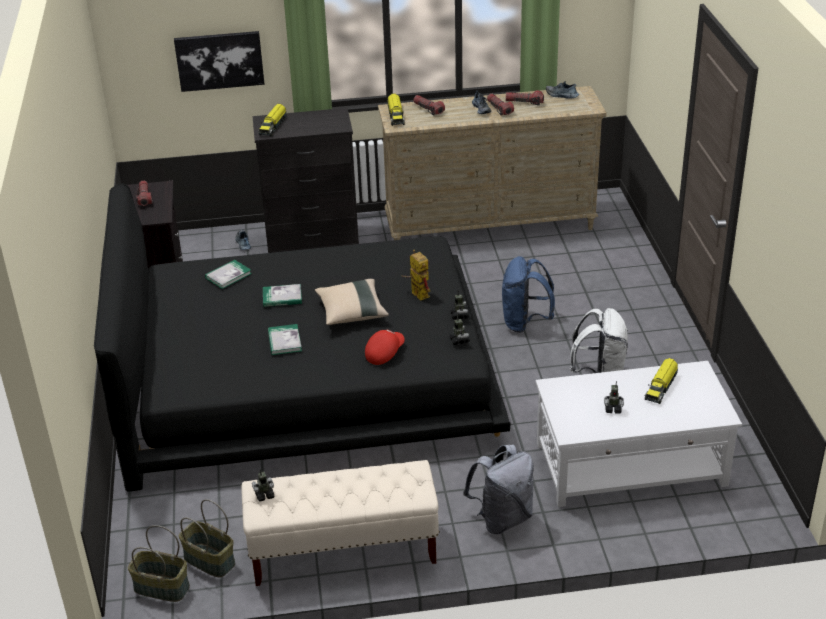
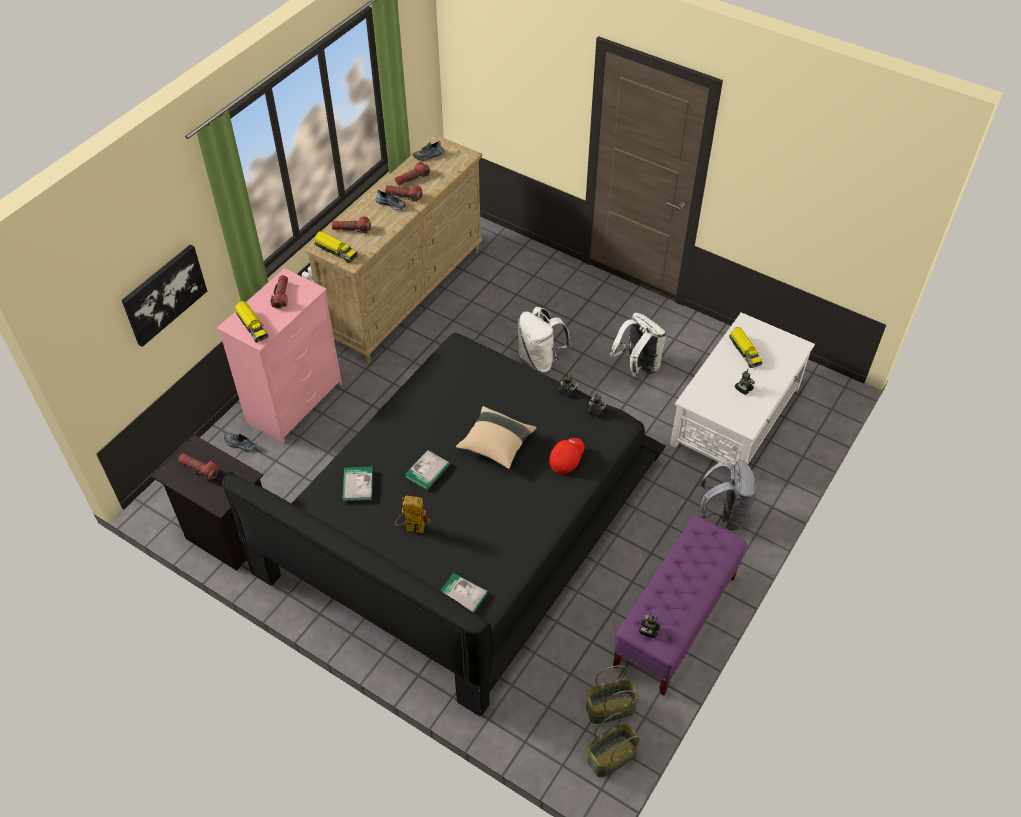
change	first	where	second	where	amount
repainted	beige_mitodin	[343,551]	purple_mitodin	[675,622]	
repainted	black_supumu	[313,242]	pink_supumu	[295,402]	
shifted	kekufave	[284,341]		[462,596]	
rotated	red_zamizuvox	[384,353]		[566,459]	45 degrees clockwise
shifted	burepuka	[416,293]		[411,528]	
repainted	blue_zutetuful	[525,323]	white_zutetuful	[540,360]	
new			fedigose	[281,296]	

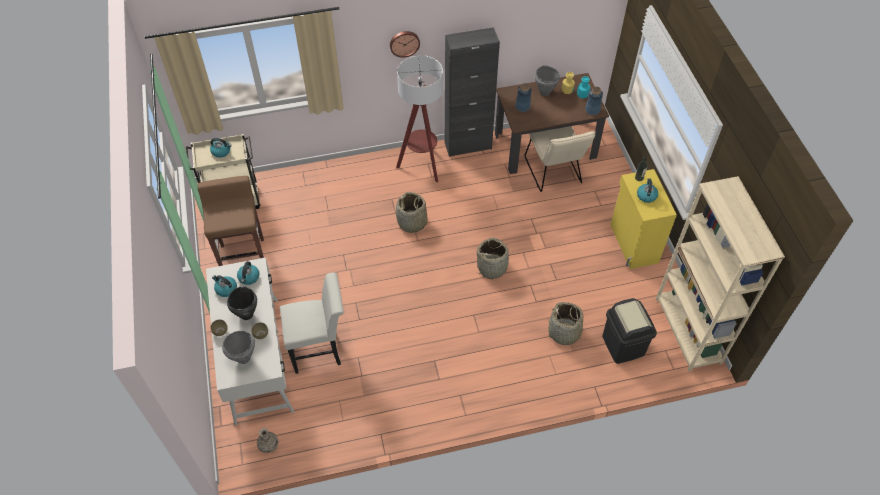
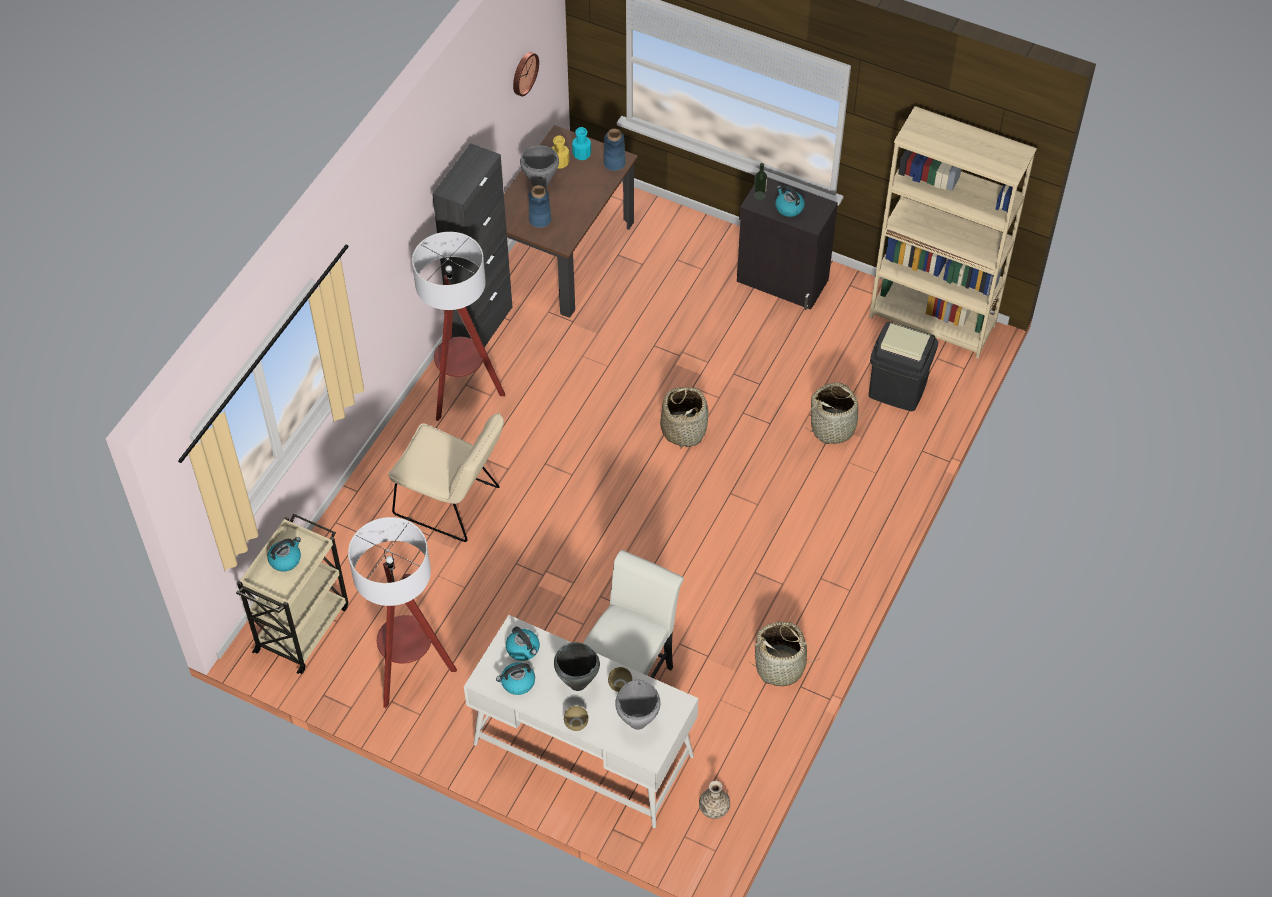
change	first	where	second	where	amount
swapped	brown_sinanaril	[244,256]	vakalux	[410,671]	
shifted	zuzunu	[404,43]		[523,73]	
shifted	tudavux	[412,222]		[780,667]	
shifted	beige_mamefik	[554,173]		[453,504]	
repainted	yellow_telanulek	[633,244]	black_telanulek	[782,281]	

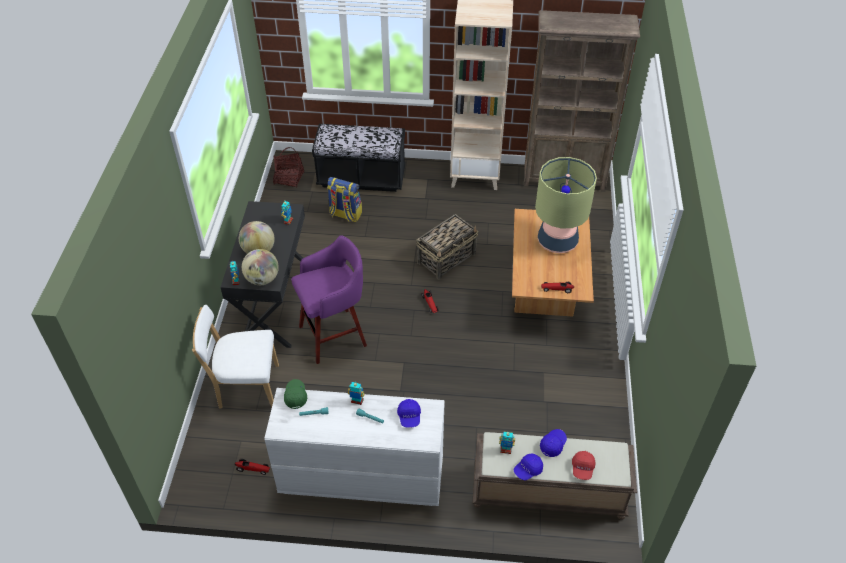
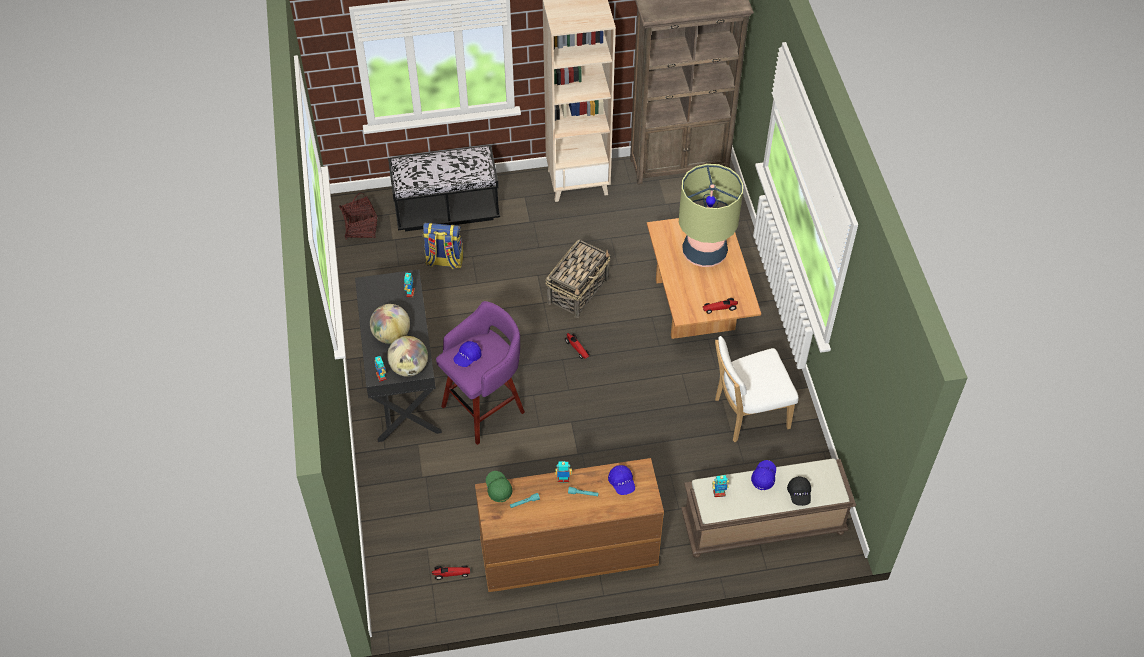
change	first	where	second	where	amount
shifted	white_mamefik	[245,386]		[747,414]	
repainted	white_supumu	[360,476]	brown_supumu	[567,554]	
shifted	blue_zamizuvox	[528,470]		[467,358]	
repainted	red_zamizuvox	[582,468]	black_zamizuvox	[799,494]	

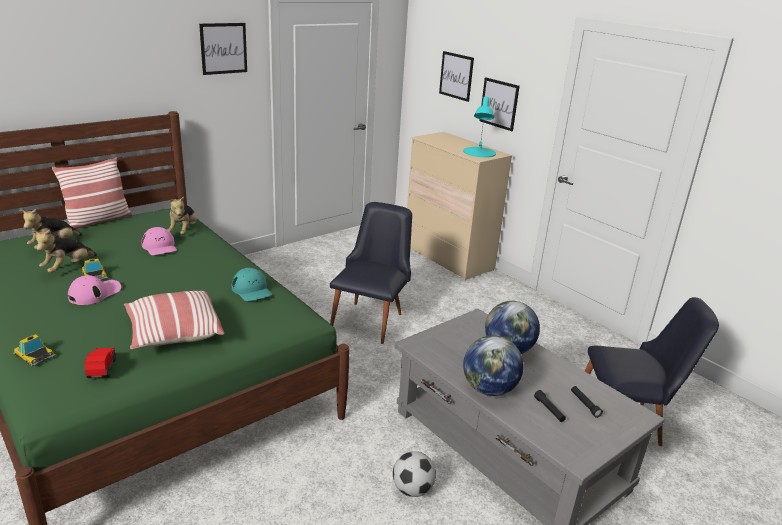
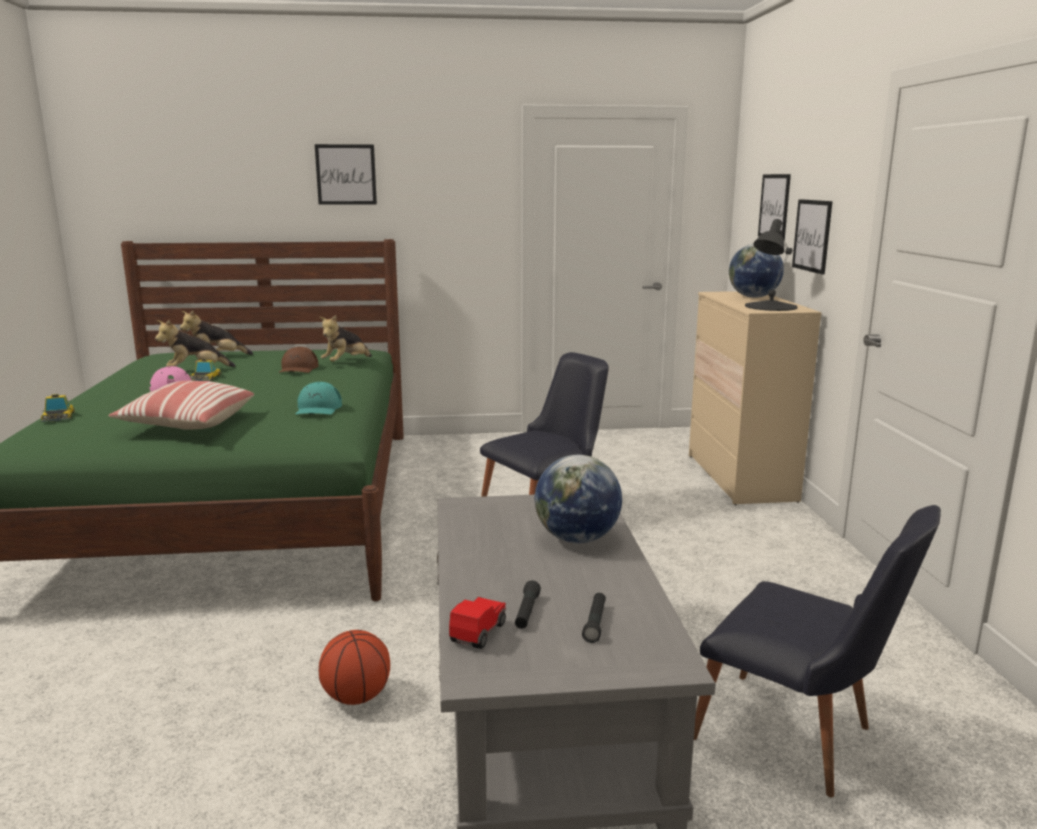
change	first	where	second	where	amount
gone	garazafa	[98,220]			
shifted	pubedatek	[102,369]		[478,633]	
repainted	pink_zamizuvox	[160,247]	brown_zamizuvox	[298,368]	
shifted	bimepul	[223,48]		[346,174]	
swapped	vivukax	[412,489]	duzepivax	[357,697]	
repainted	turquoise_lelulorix	[479,152]	black_lelulorix	[770,306]	
shifted	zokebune	[489,389]		[753,297]	

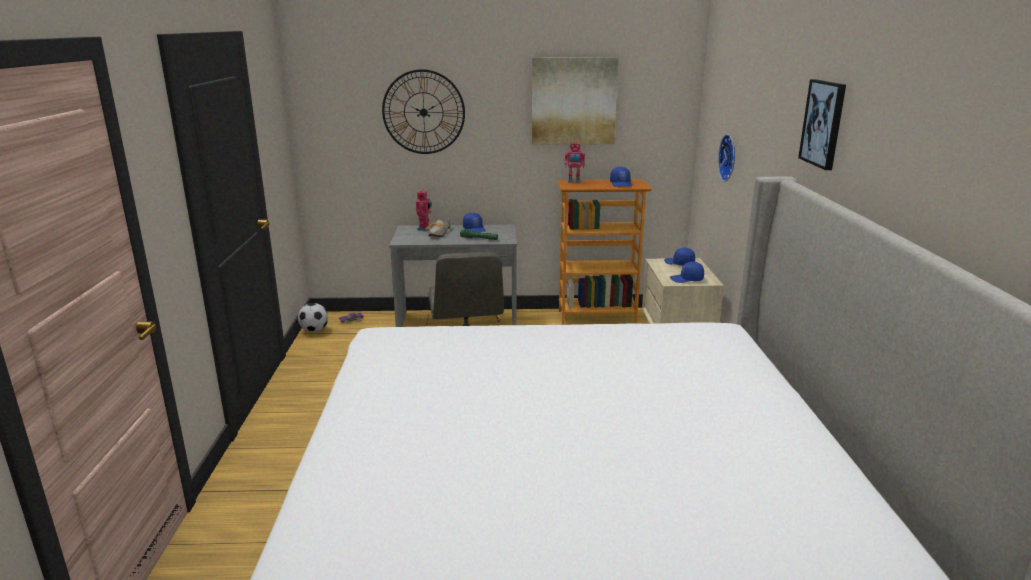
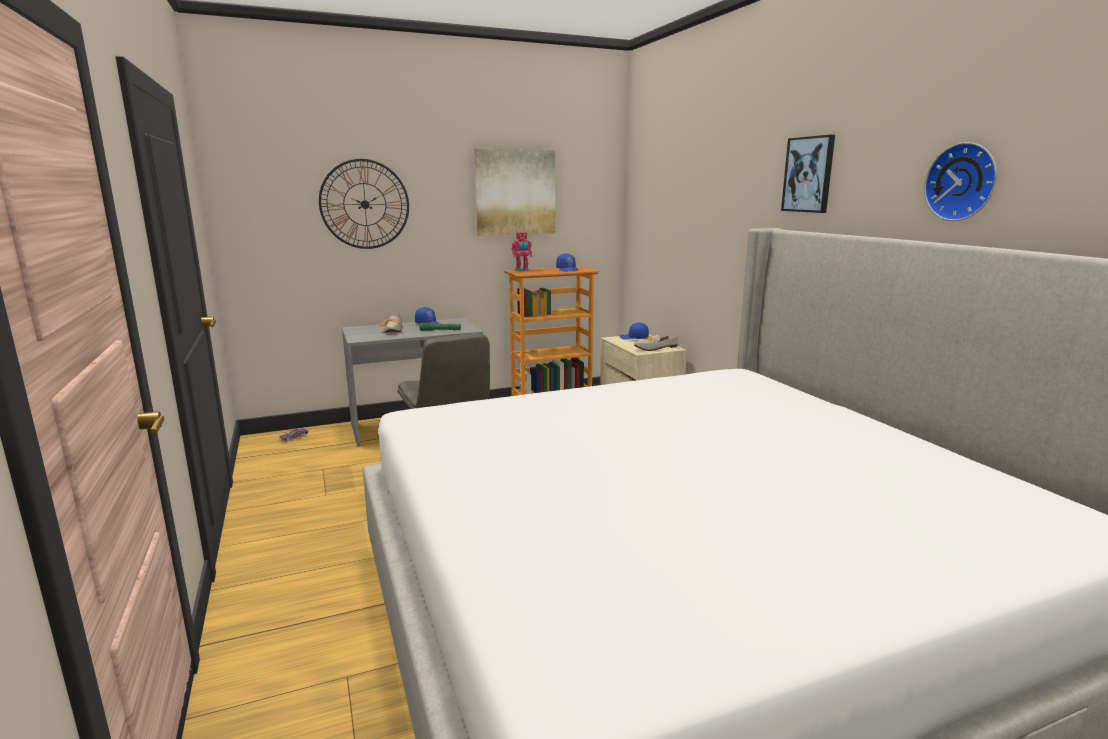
change	first	where	second	where	amount
gone	vivukax	[314,330]			
gone	burepuka	[424,228]			
swapped	blue_zamizuvox	[686,279]	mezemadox	[652,348]	
shifted	zuzunu	[729,158]		[963,182]	

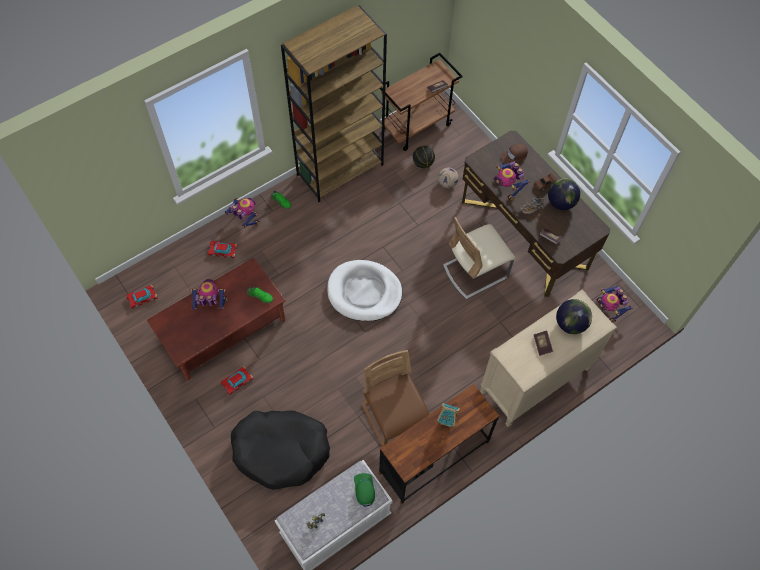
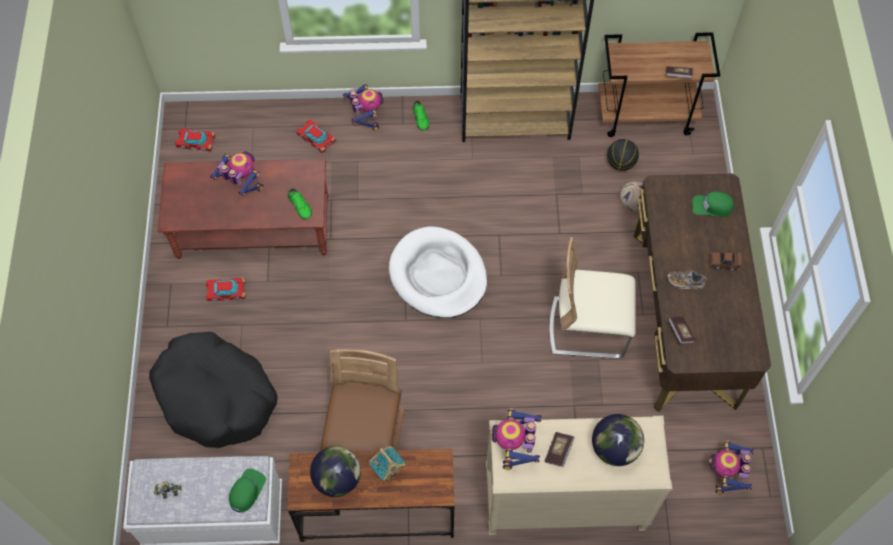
change	first	where	second	where	amount
shifted	burepuka	[507,187]		[515,447]	
repainted	brown_zamizuvox	[514,155]	green_zamizuvox	[712,206]	
shifted	zokebune	[561,202]		[338,478]	

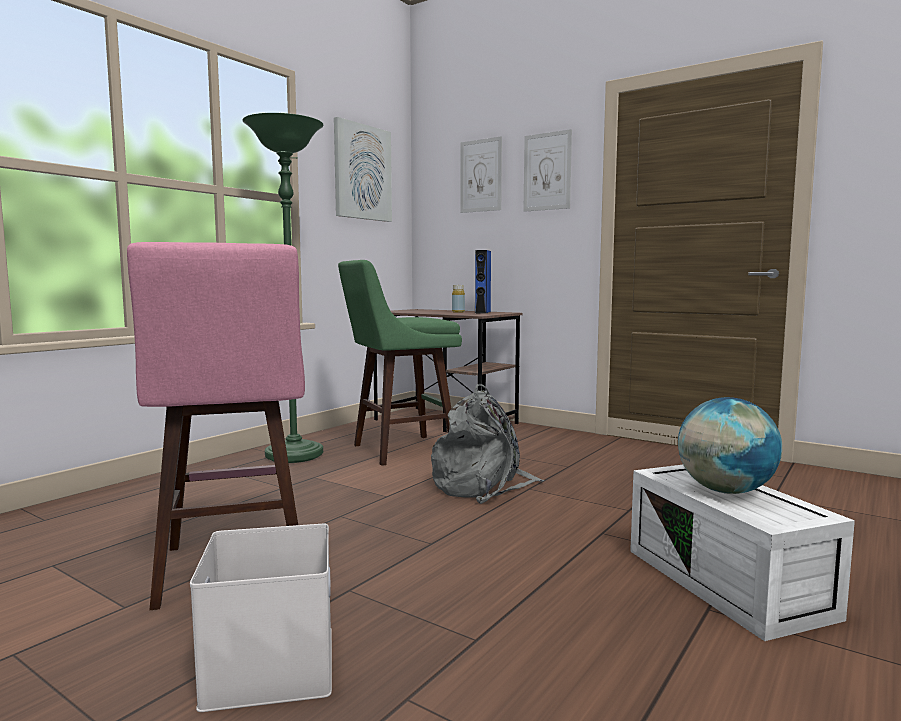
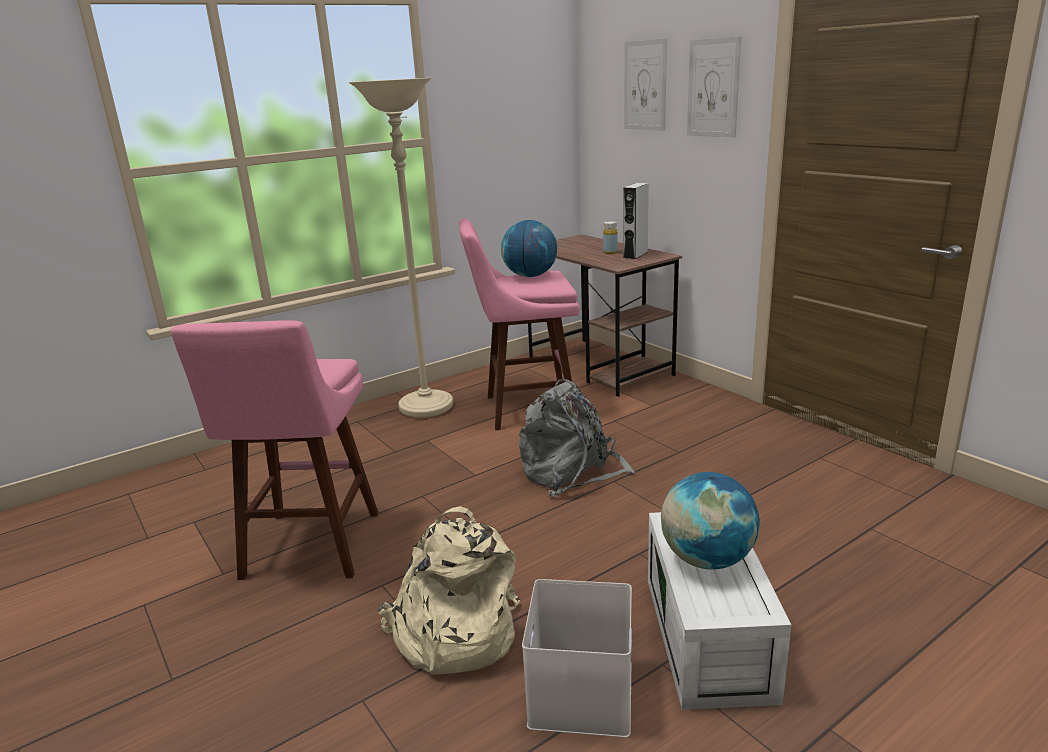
change	first	where	second	where	amount
shifted	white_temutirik	[268,664]		[579,691]	
repainted	green_vakalux	[294,455]	beige_vakalux	[426,407]	
gone	bimepul	[362,172]			
repainted	green_sinanaril	[399,450]	pink_sinanaril	[525,409]	
repainted	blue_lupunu	[482,312]	grey_lupunu	[635,255]	
new			beige_zutetuful	[453,633]	
new			zokebune	[530,276]	

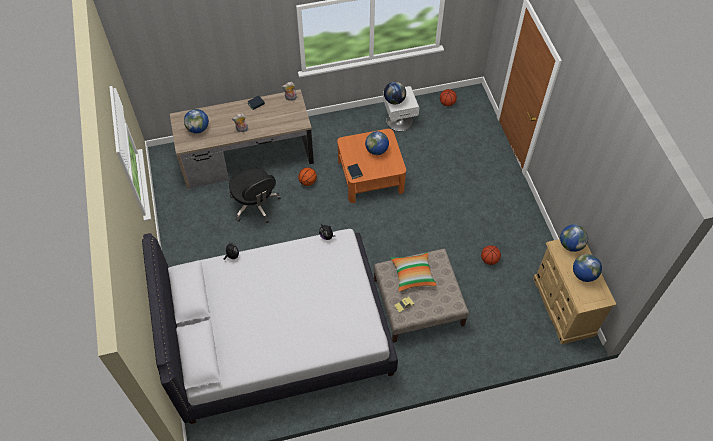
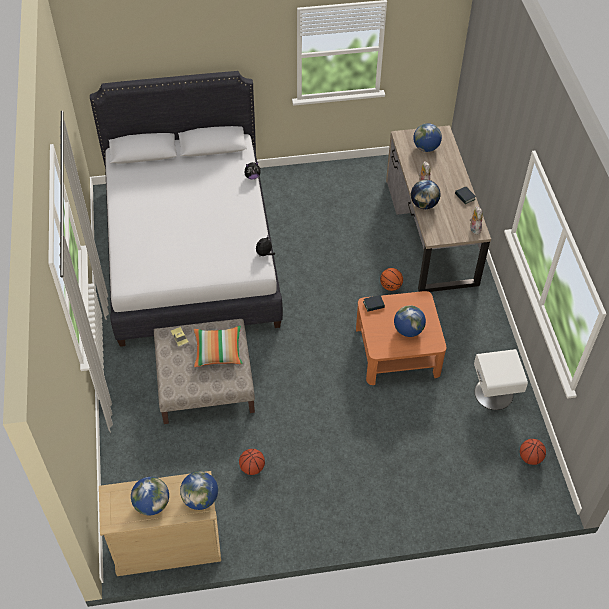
change	first	where	second	where	amount
gone	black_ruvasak	[255,205]			
shifted	zokebune	[394,100]		[424,204]	

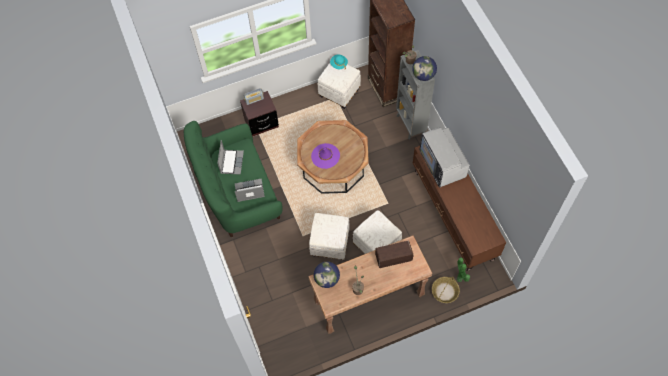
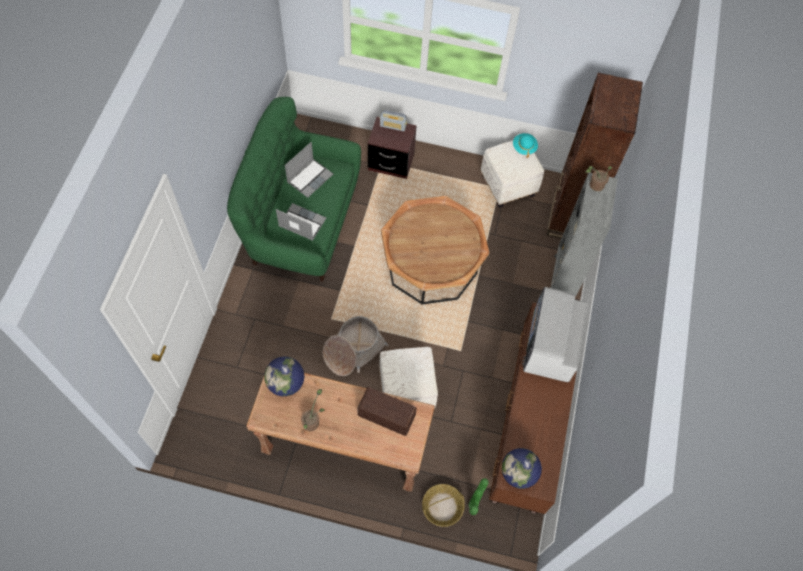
change	first	where	second	where	amount
swapped	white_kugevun	[329,244]	tudavux	[353,350]	
gone	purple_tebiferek	[325,156]			
shifted	zokebune	[423,75]		[518,473]	

